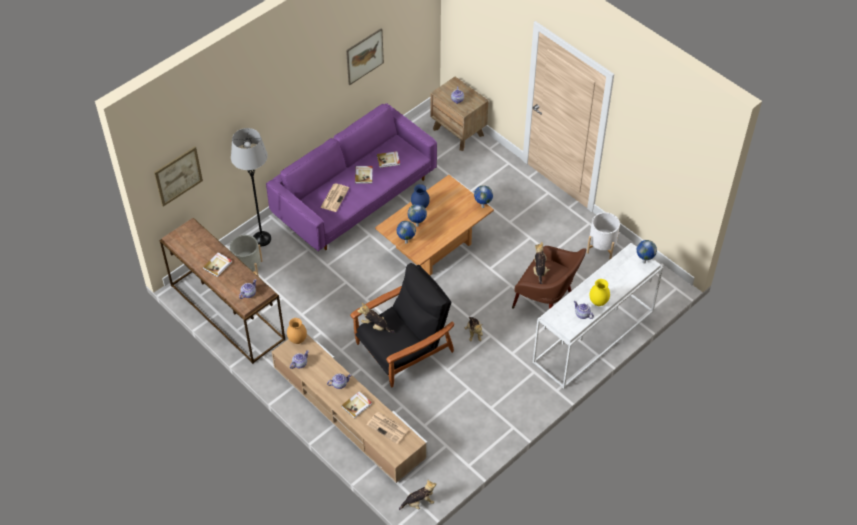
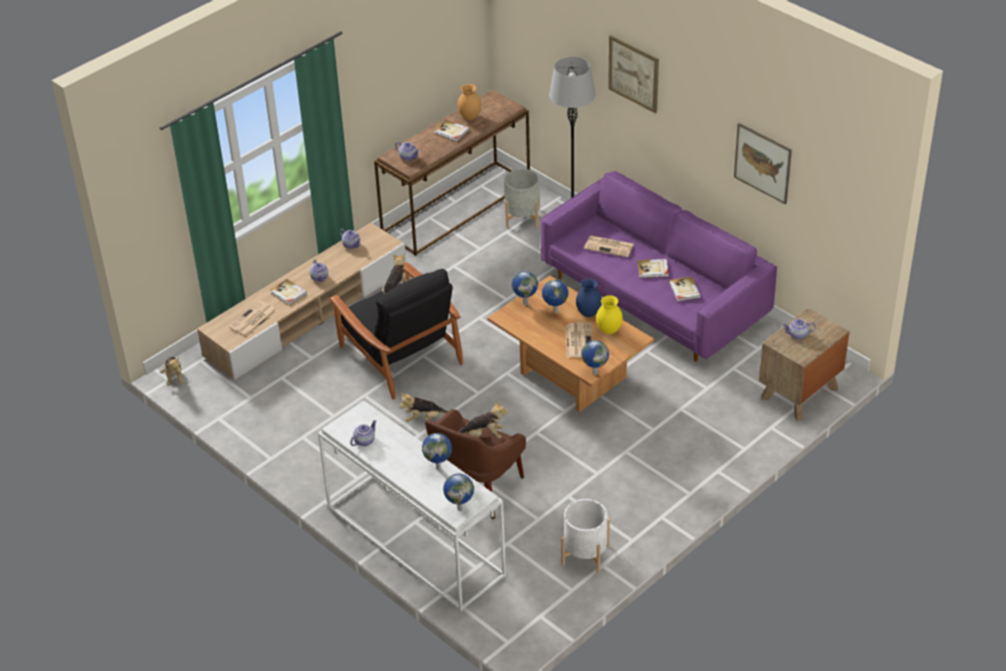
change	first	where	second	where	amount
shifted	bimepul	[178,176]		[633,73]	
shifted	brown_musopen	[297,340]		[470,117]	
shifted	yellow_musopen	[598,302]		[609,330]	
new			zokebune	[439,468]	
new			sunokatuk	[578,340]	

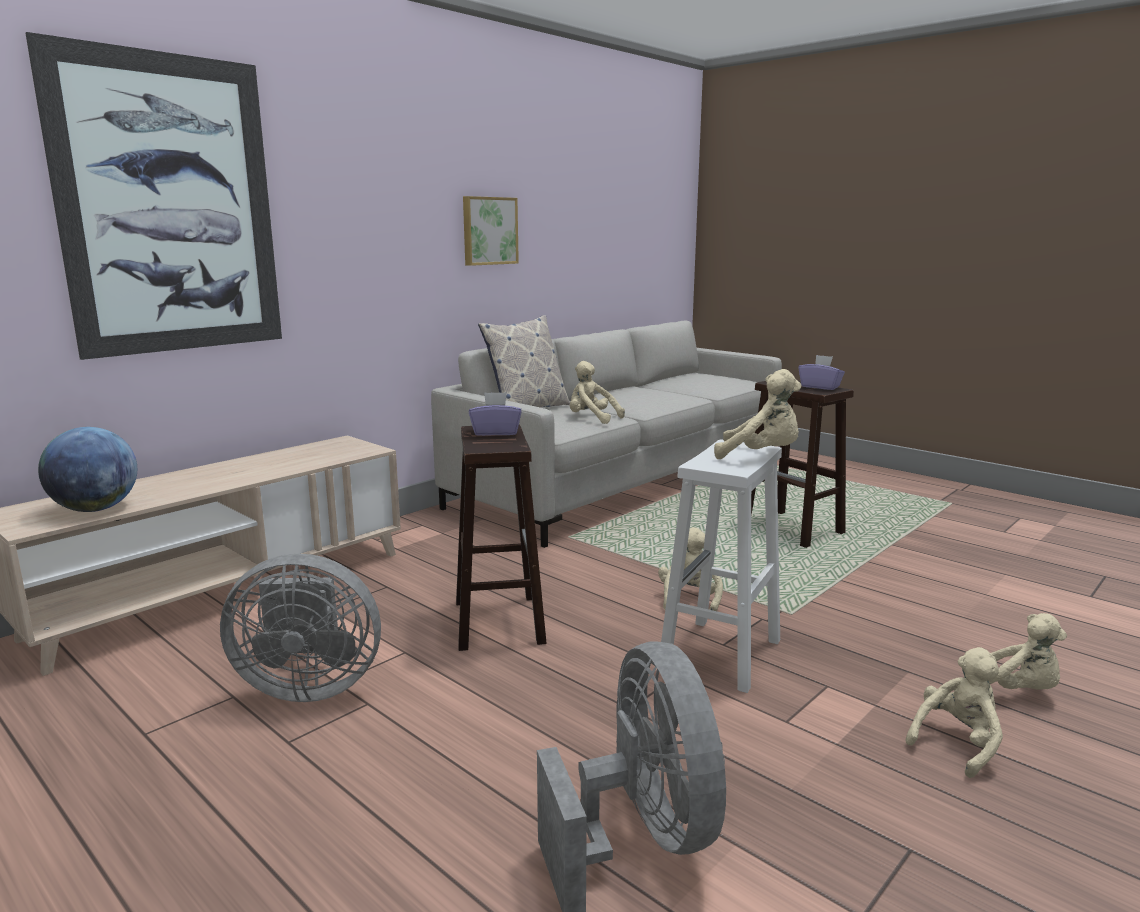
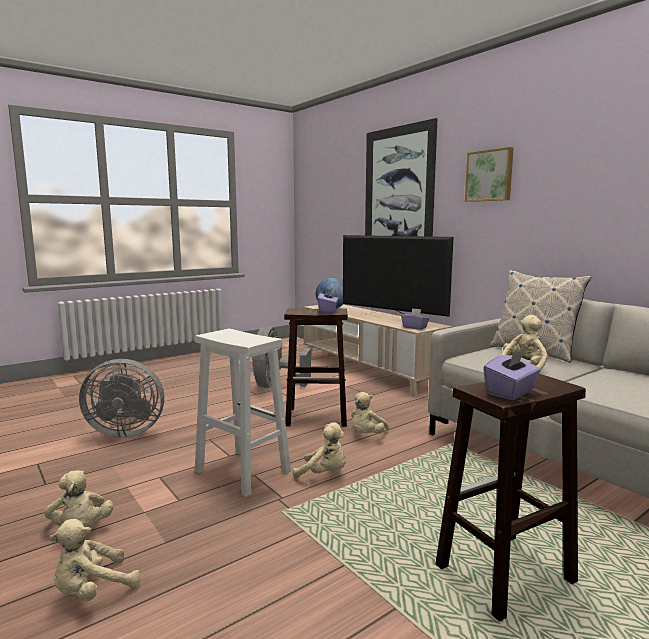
change	first	where	second	where	amount
shifted	bimepul	[489,231]		[489,176]	
shifted	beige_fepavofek	[761,455]		[366,435]	
new			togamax	[392,319]	
new			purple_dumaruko	[414,327]	

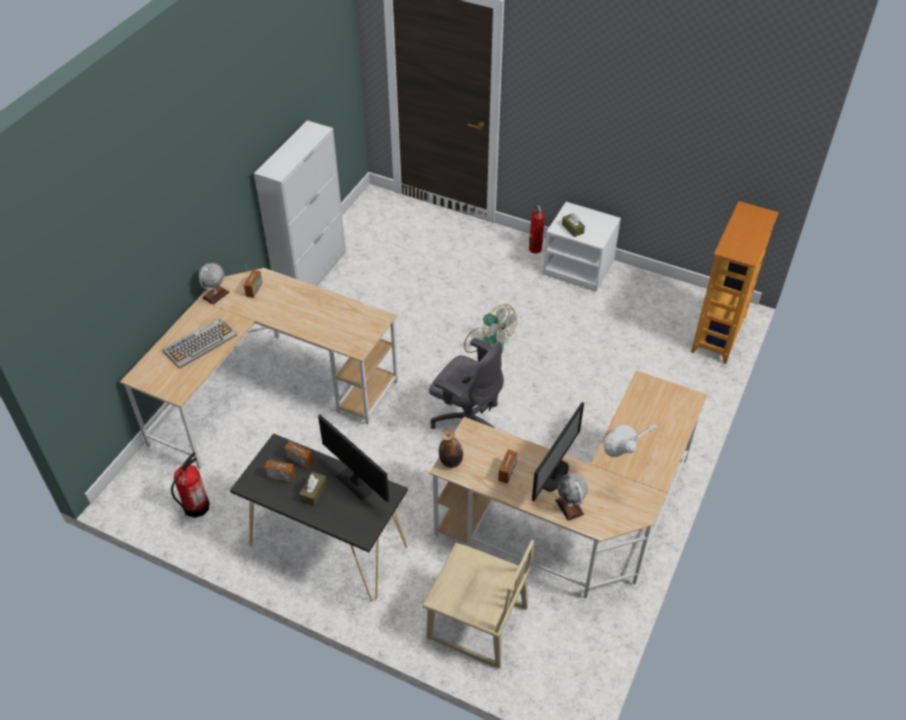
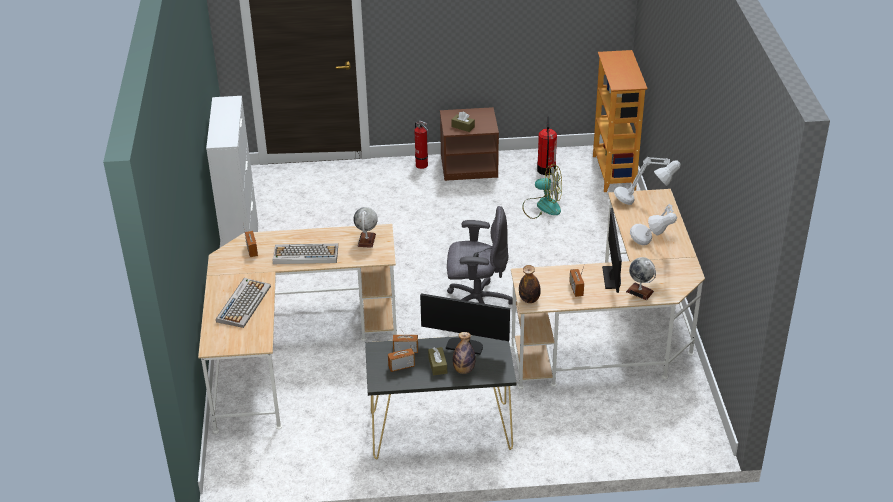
change	first	where	second	where	amount
shifted	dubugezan	[196,507]		[546,170]	
shifted	zokebune	[215,295]		[366,240]	
gone	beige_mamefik	[477,624]			
shifted	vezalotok	[488,342]		[542,206]	
repainted	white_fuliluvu	[579,268]	brown_fuliluvu	[469,166]	
new			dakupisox	[305,255]	
new			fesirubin	[464,370]	
new			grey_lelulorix	[643,206]	

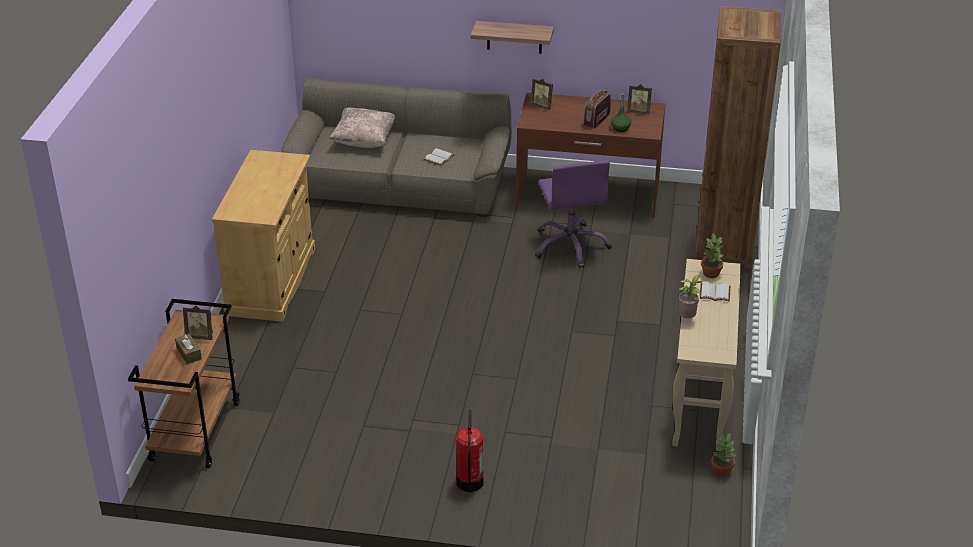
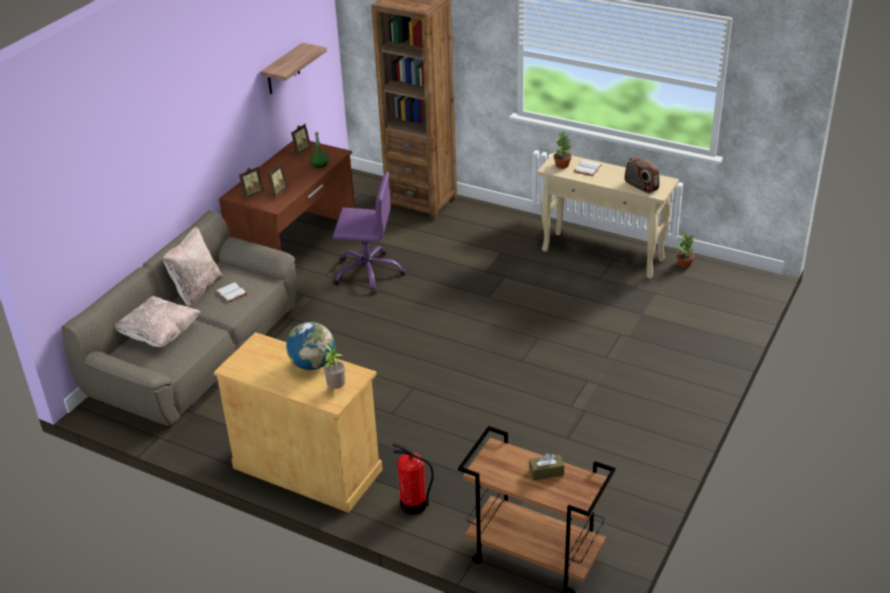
change	first	where	second	where	amount
shifted	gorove	[200,336]		[277,193]	
shifted	dubugezan	[469,482]		[414,505]	
shifted	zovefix	[514,37]		[283,70]	
shifted	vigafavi	[596,120]		[641,186]	
shifted	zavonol	[687,318]		[336,388]	
new			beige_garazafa	[196,289]	
new			zokebune	[312,364]	

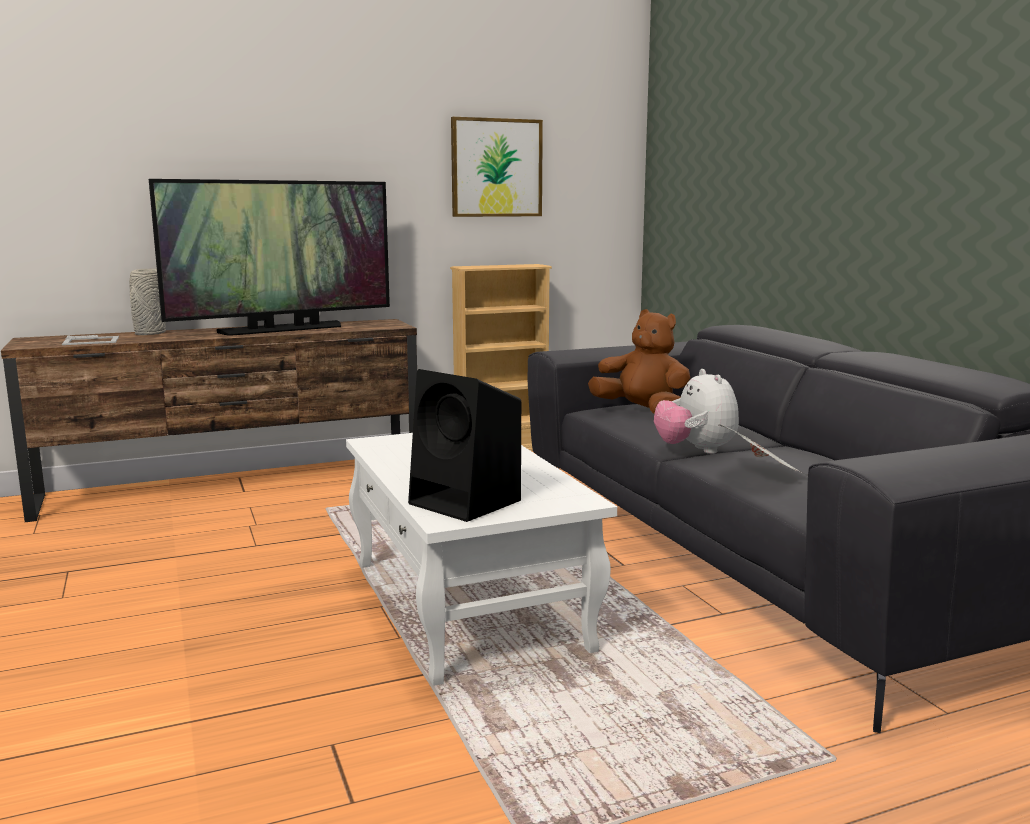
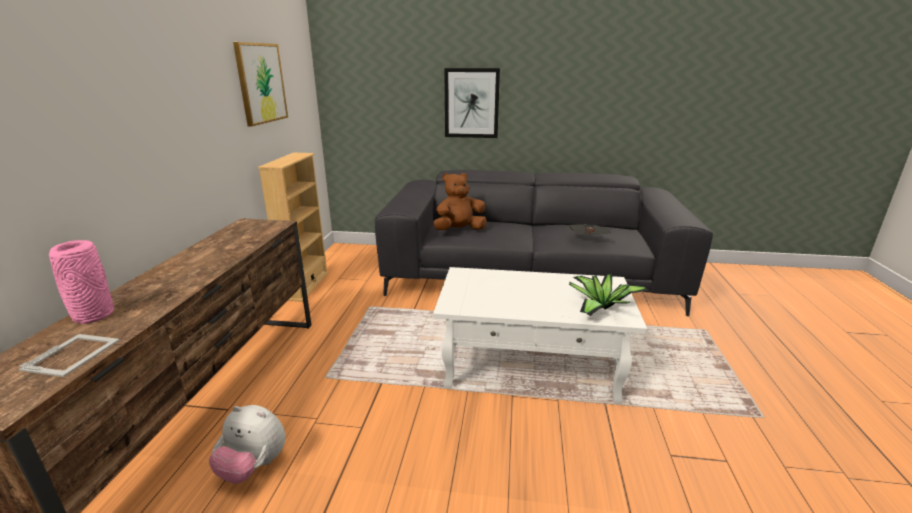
change	first	where	second	where	amount
repainted	grey_musopen	[149,333]	pink_musopen	[92,316]	
gone	togamax	[283,329]			
swapped	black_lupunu	[467,503]	zavonol	[601,307]	
shifted	fepavofek	[695,450]		[253,467]	
new			bimepul	[471,103]	

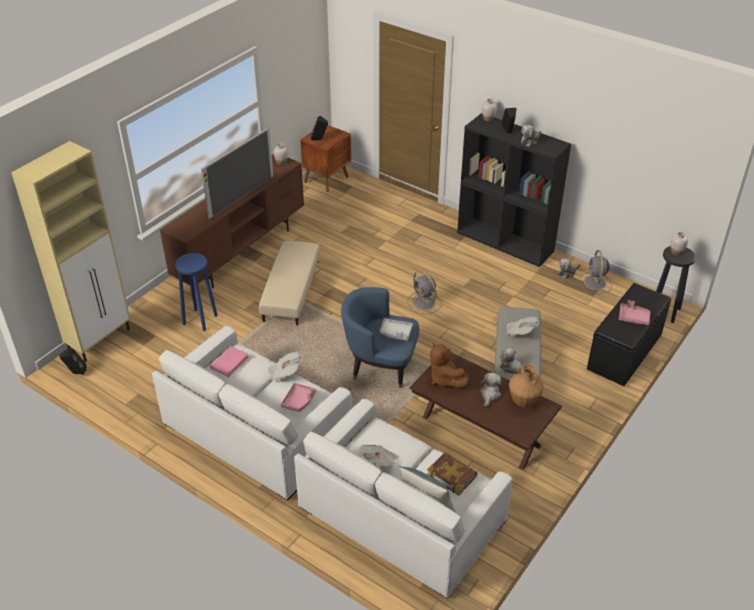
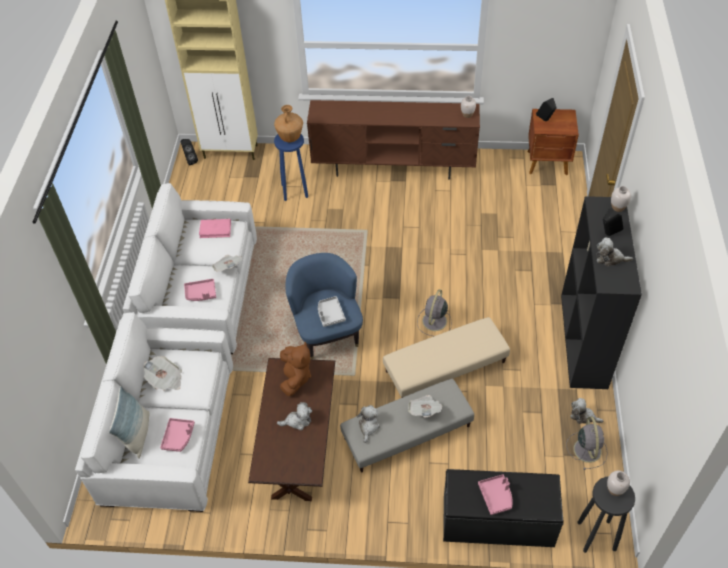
change	first	where	second	where	amount
gone	togamax	[242,196]			
shifted	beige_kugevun	[291,291]		[445,366]	
swapped	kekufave	[452,475]	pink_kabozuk	[178,437]	
rotated	brown_fepavofek	[445,379]		[295,378]	150 degrees clockwise
shifted	brown_musopen	[523,401]		[290,138]	
rotated	grey_vezalotok	[595,283]		[587,449]	120 degrees clockwise

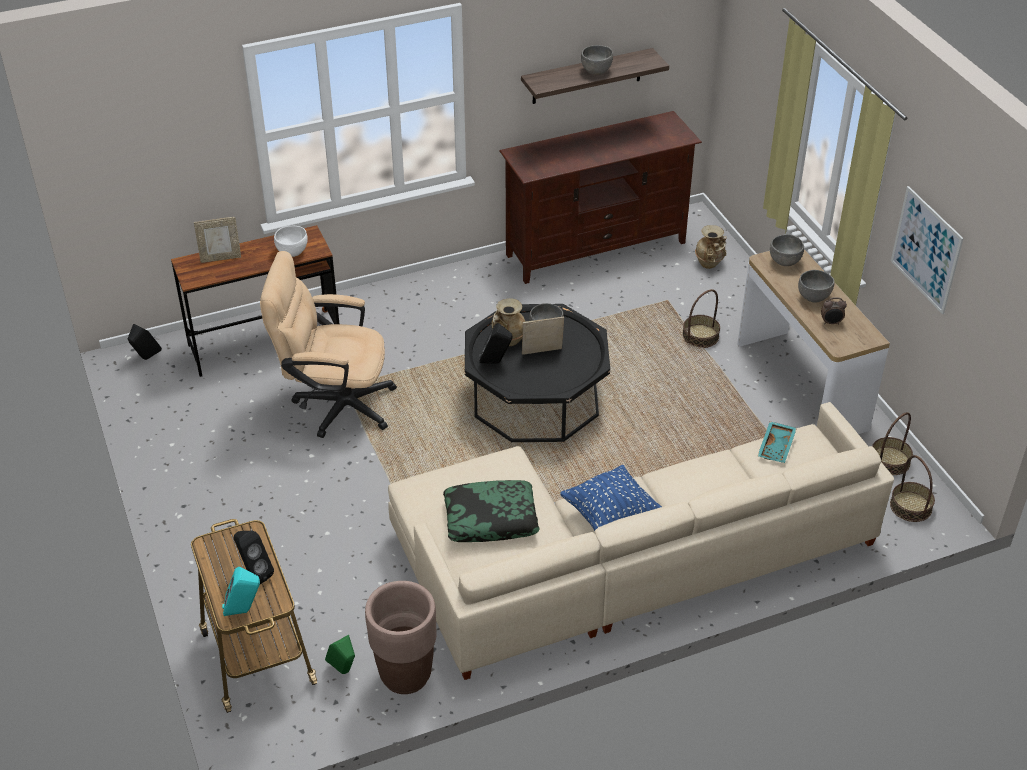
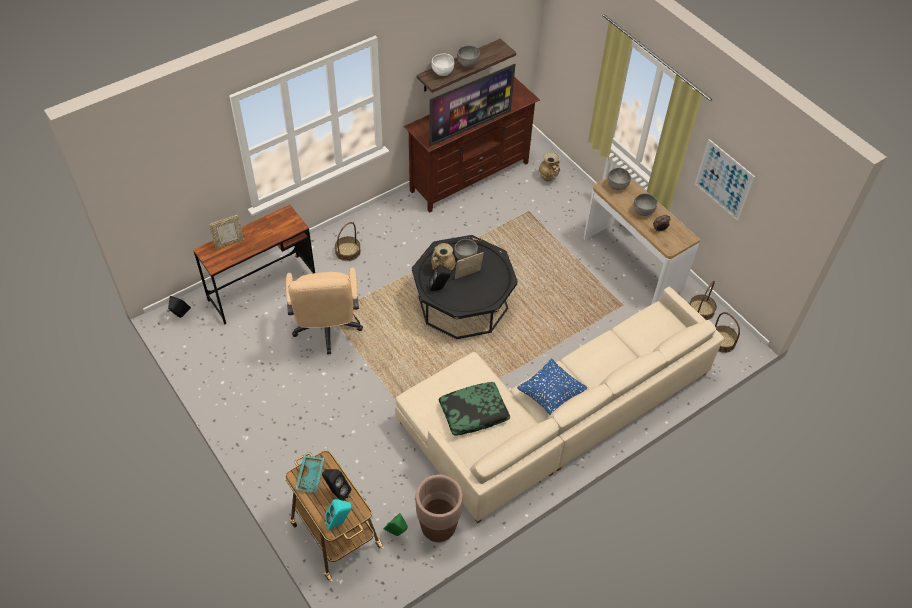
change	first	where	second	where	amount
rotated	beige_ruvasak	[335,404]		[327,330]	90 degrees counterclockwise
shifted	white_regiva	[292,252]		[442,72]	
shifted	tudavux	[700,336]		[347,251]	
shifted	turquoise_kabozuk	[777,447]		[311,476]	
new			togamax	[469,127]	

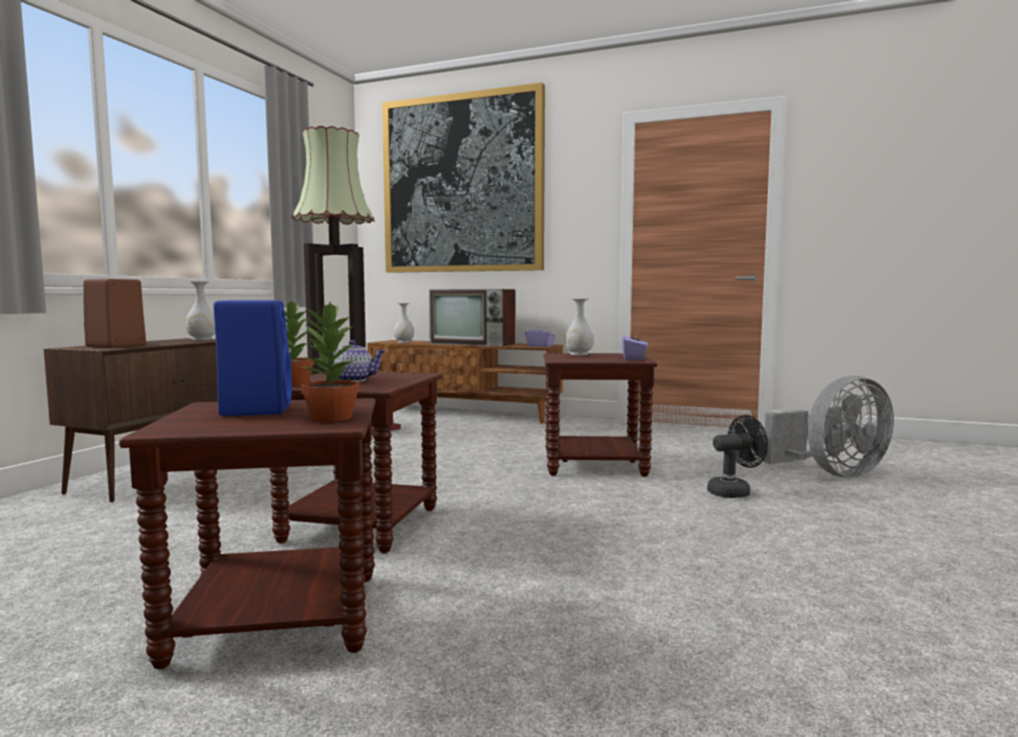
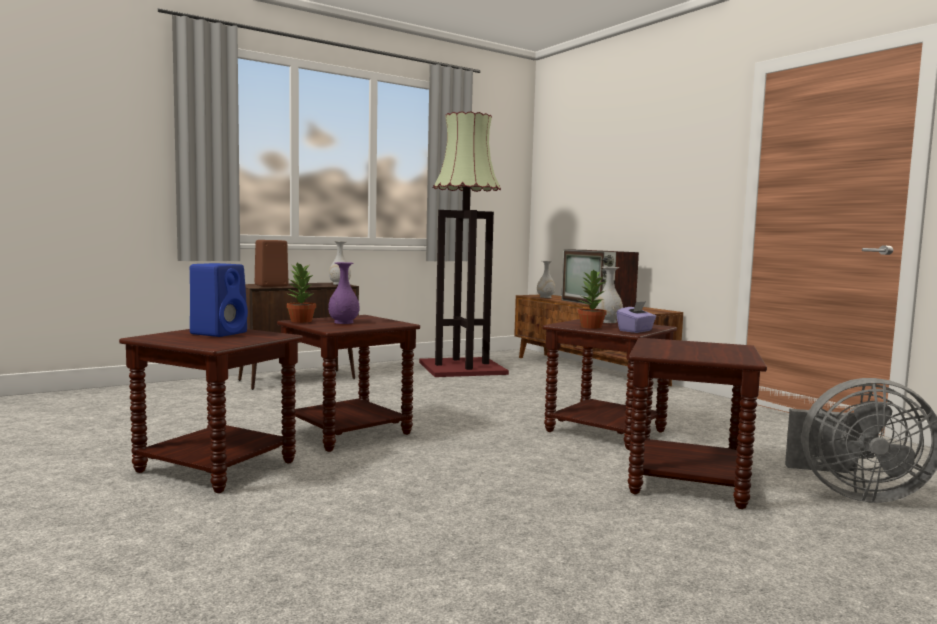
change	first	where	second	where	amount
shifted	zavonol	[330,418]		[590,327]	
swapped	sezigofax	[353,380]	purple_musopen	[344,322]	
gone	bimepul	[462,184]			
gone	purple_dumaruko	[540,346]			
swapped	black_vezalotok	[734,492]	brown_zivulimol	[685,481]	

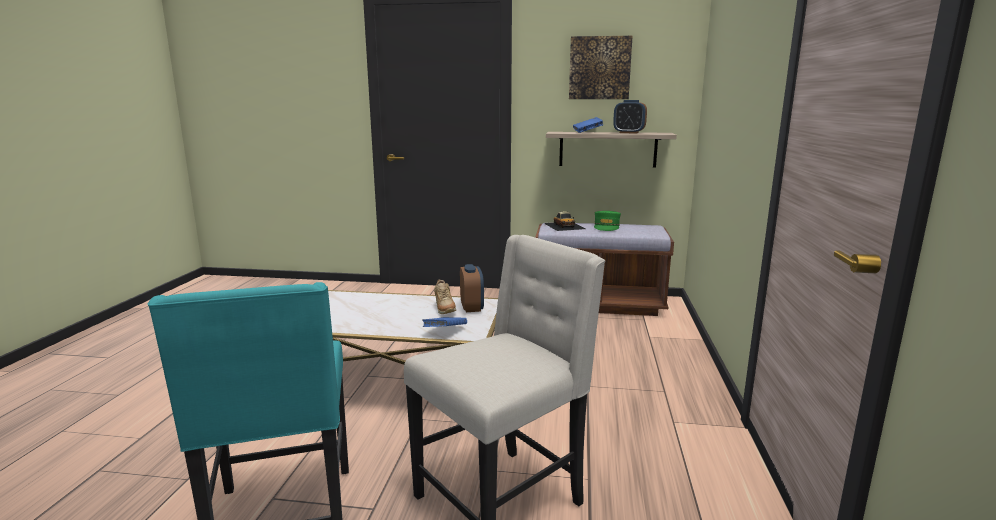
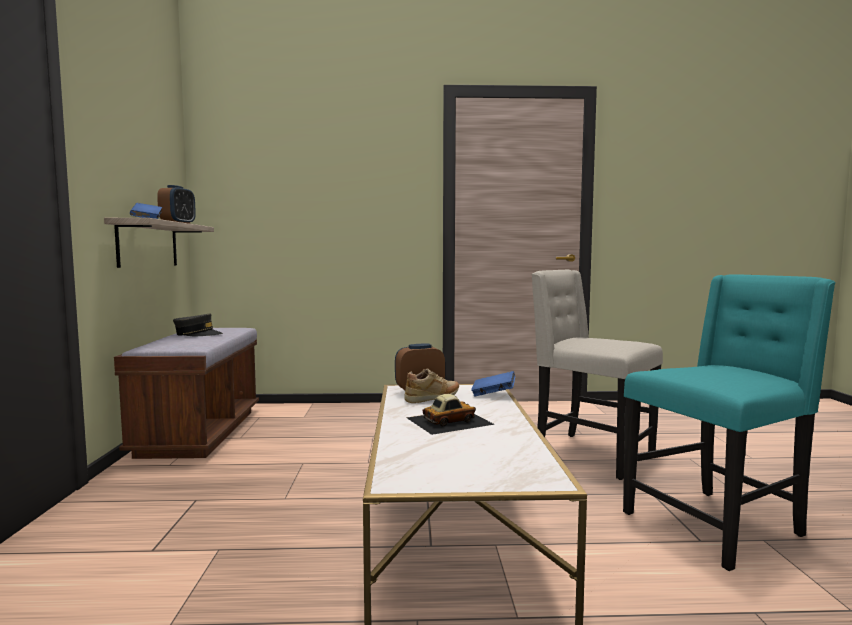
change	first	where	second	where	amount
shifted	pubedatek	[564,226]		[448,421]	
gone	bimepul	[599,68]			
repainted	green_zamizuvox	[606,227]	grey_zamizuvox	[198,334]	

